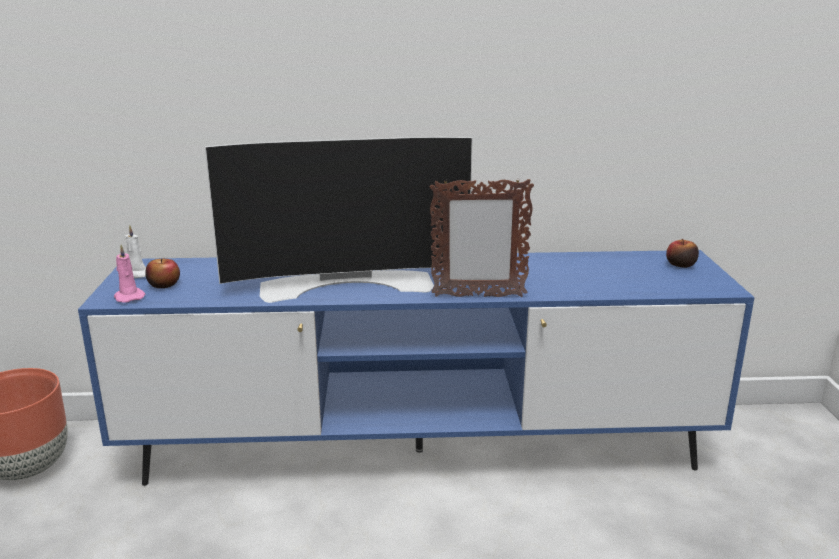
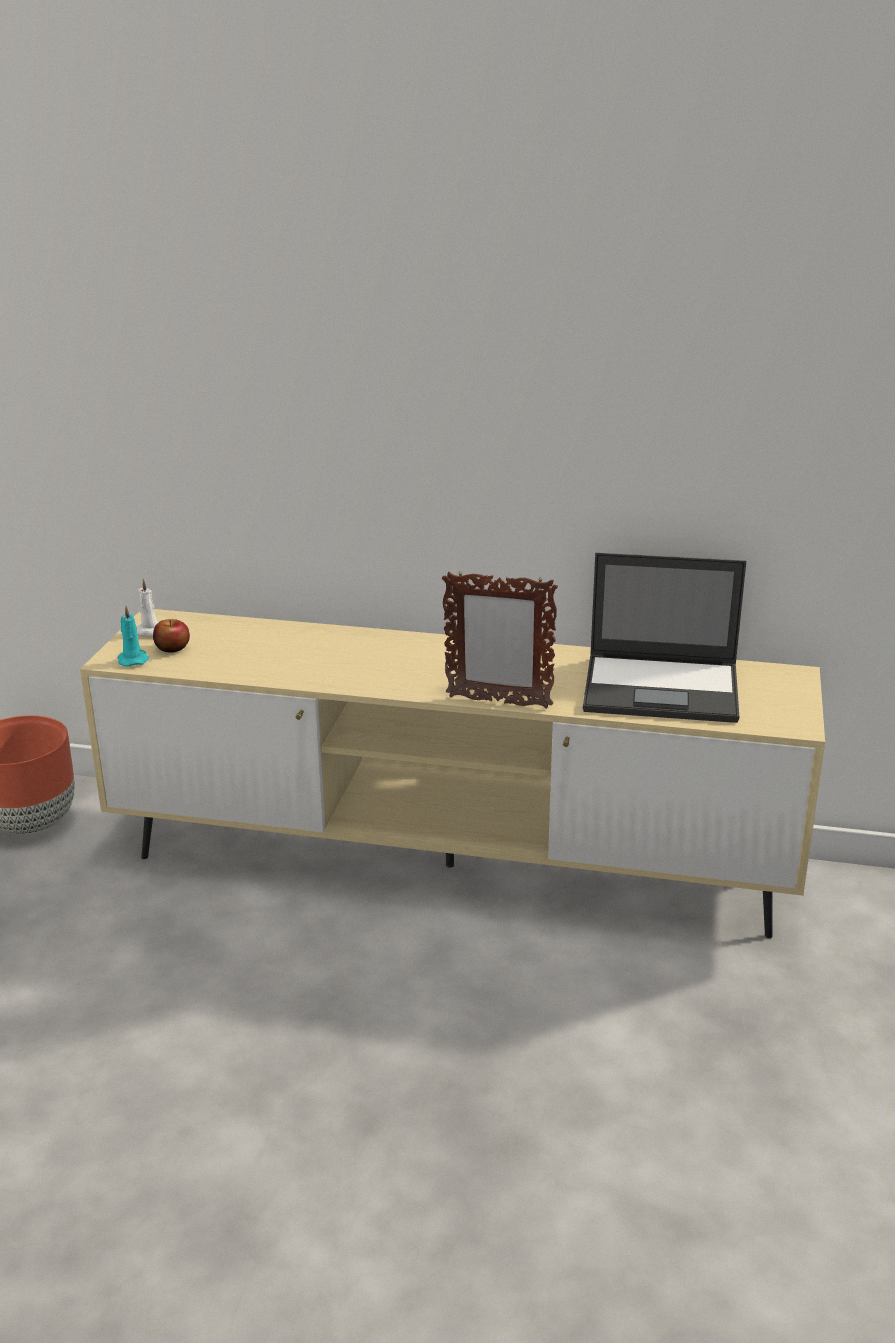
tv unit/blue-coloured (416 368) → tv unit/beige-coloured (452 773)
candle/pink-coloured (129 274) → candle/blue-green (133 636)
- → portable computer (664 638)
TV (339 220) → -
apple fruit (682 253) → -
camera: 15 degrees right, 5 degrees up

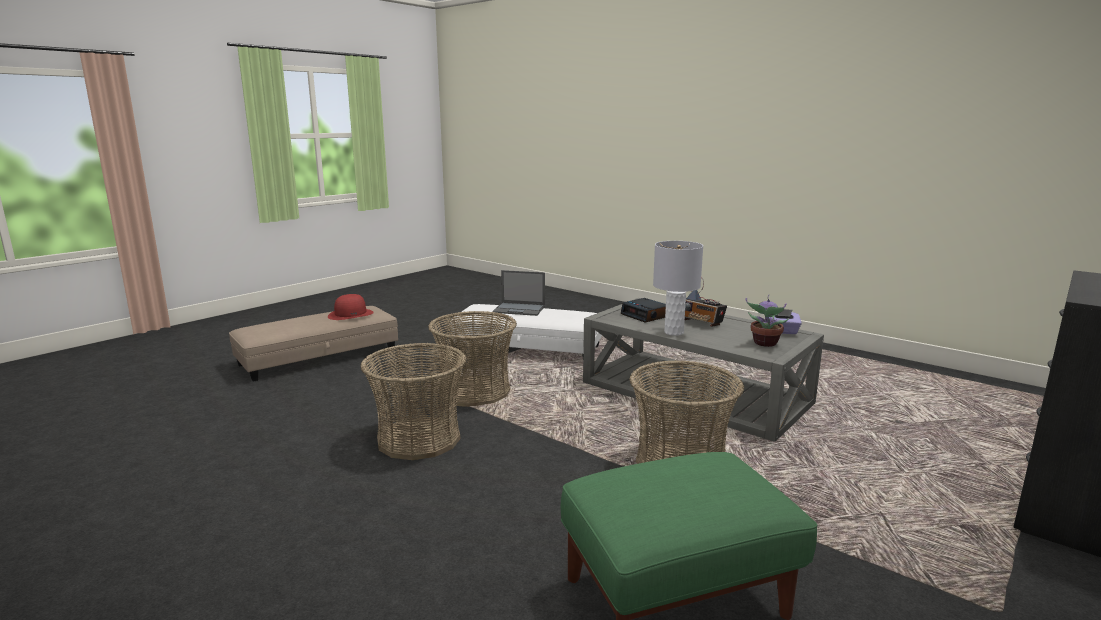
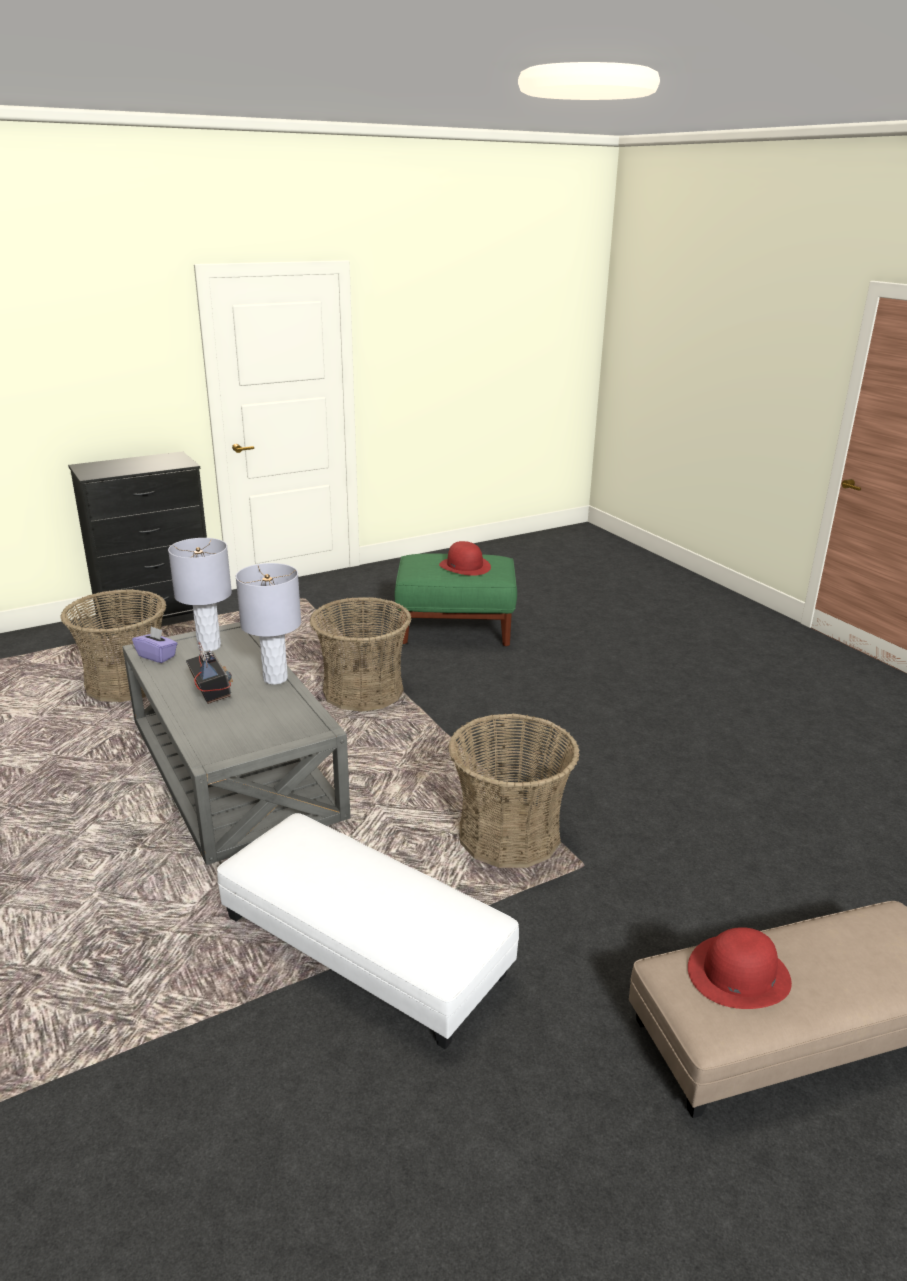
storage basket (413 401) → storage basket (114 645), move
houseplant (767 321) → lamp for a table/gray (200 595)
- → hat/red (465 558)
portable computer (518 293) → -
alarm clock (643 310) → -
camera: 160 degrees left, 10 degrees up

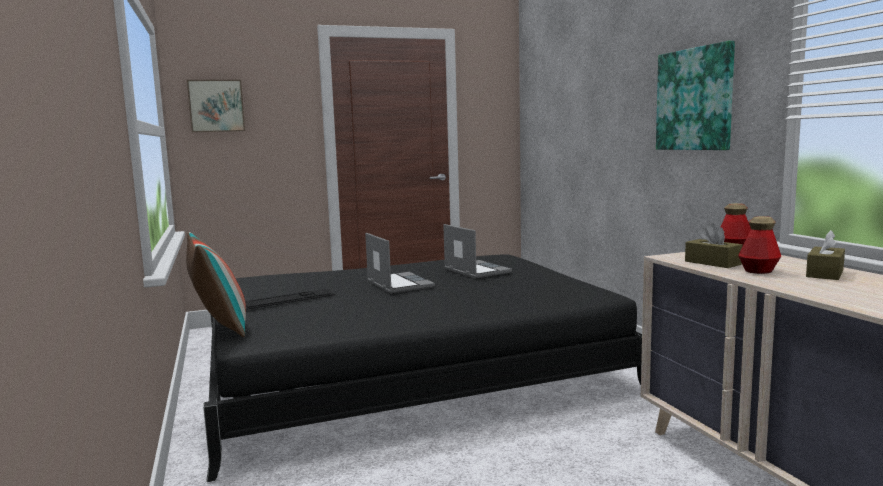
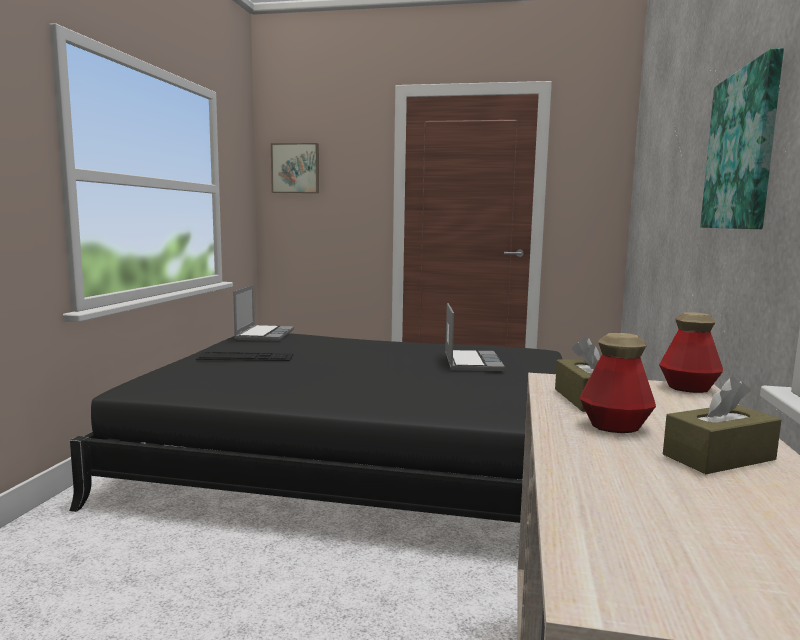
portable computer (400 263) → portable computer (263 313), move
pillow (216 284) → -
camera: 30 degrees right, 0 degrees up

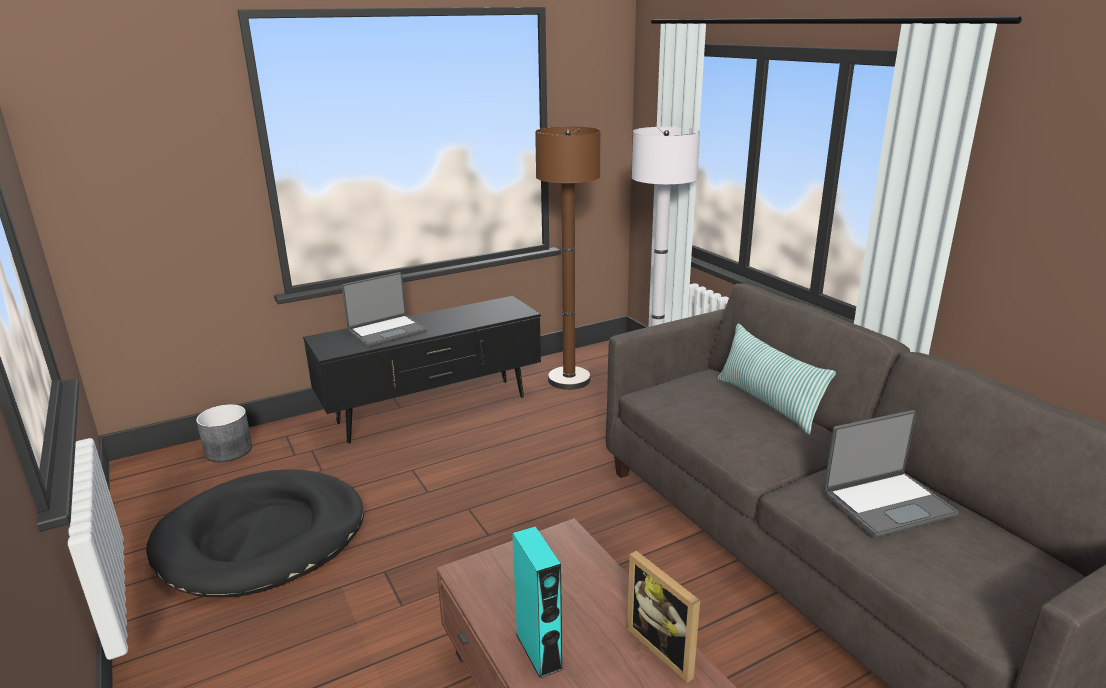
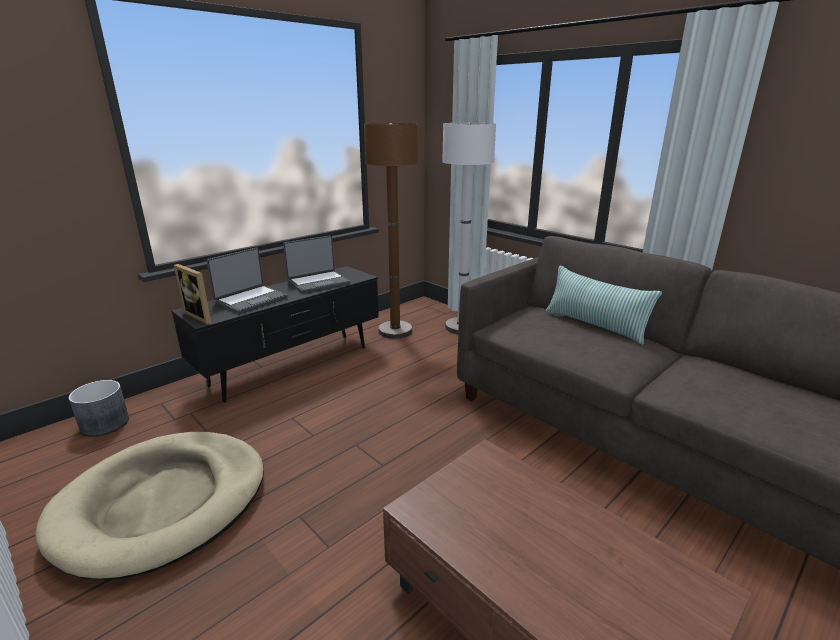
dog cushion/black-coloured (255 533) → dog cushion/beige-coloured (149 506)
standing frame (663 617) → standing frame (192 294), move
portable computer (891 474) → portable computer (316 264), move
audio speaker/blue-green (537 602) → -
camera: 15 degrees left, 0 degrees up

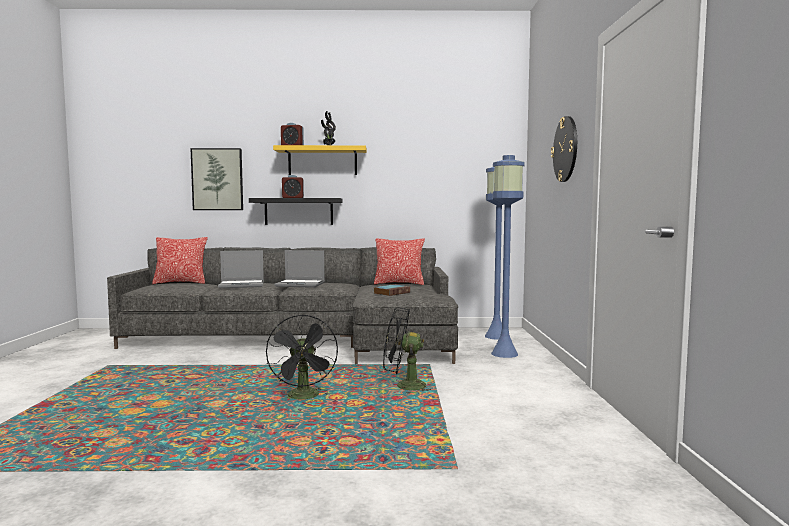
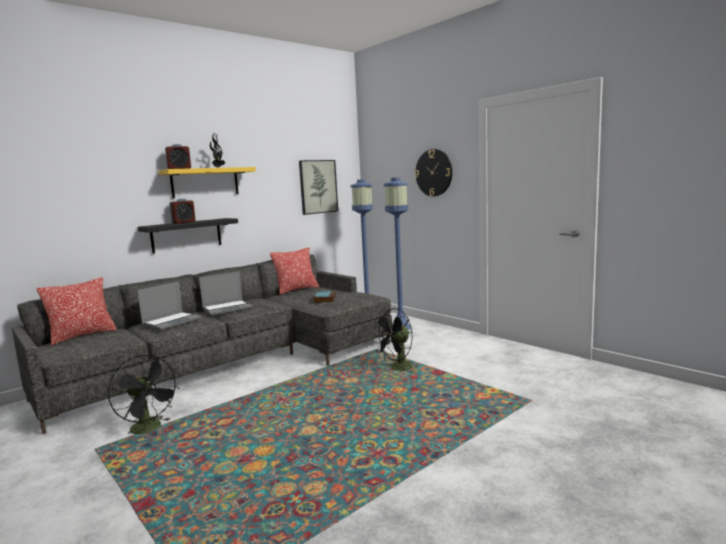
electric fan/black-coloured (302 357) → electric fan/black-coloured (144 394), move
picture (216 179) → picture (318 187), move
camera: 40 degrees left, 5 degrees up

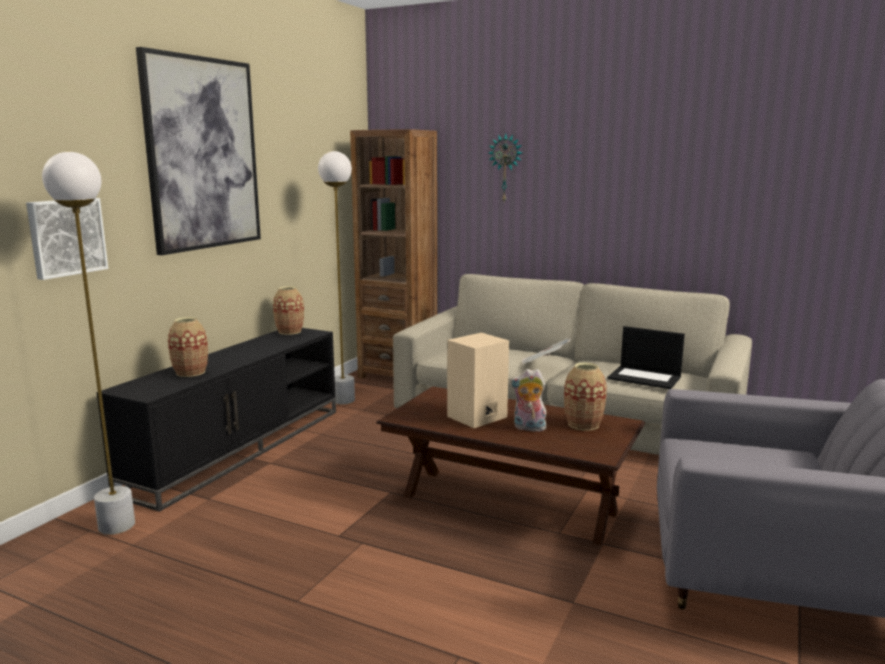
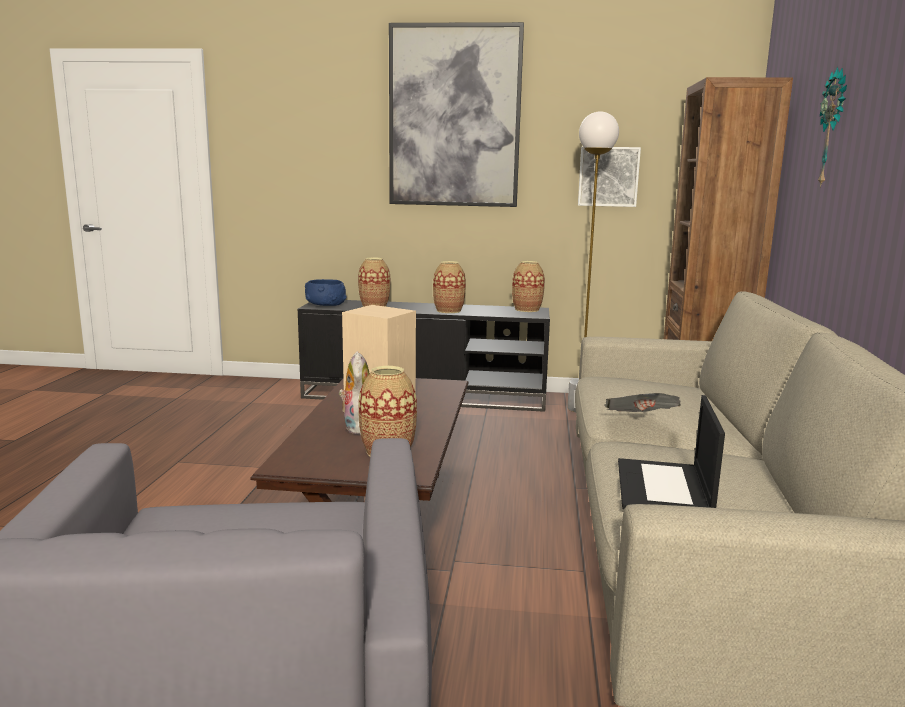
- → serving bowl/blue-coloured (326 292)
- → decorative vase (449 287)
picture (67 239) → picture (609 176), move
floor lamp/white-coloured (88 343) → -
camera: 70 degrees right, 0 degrees up

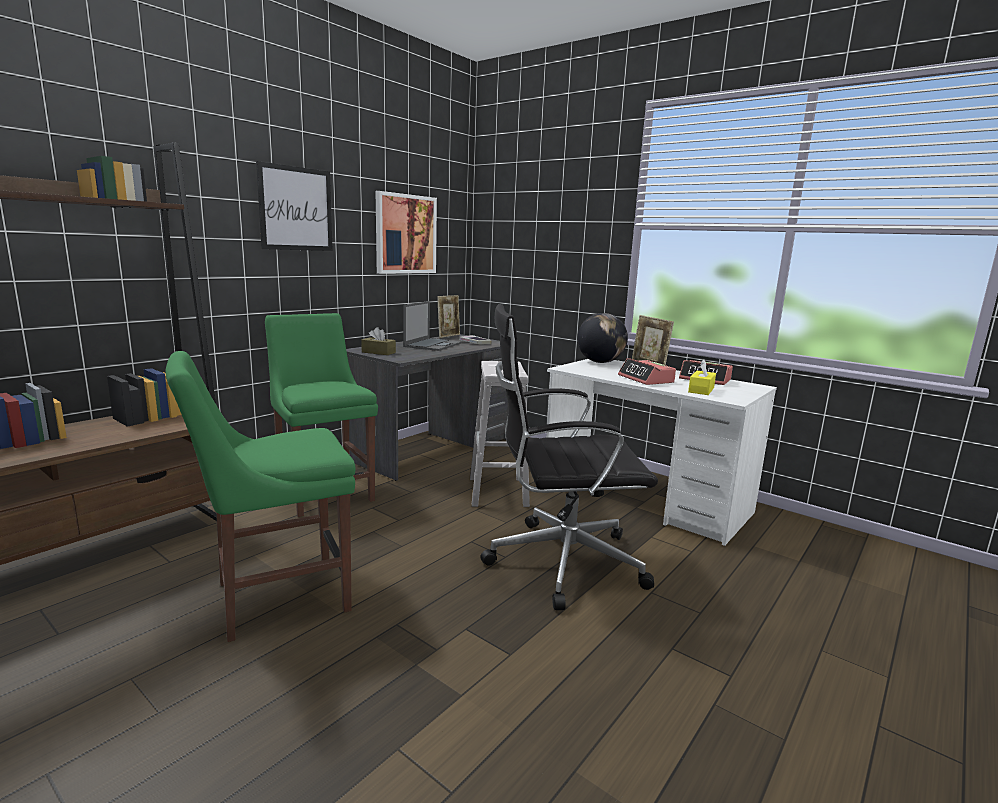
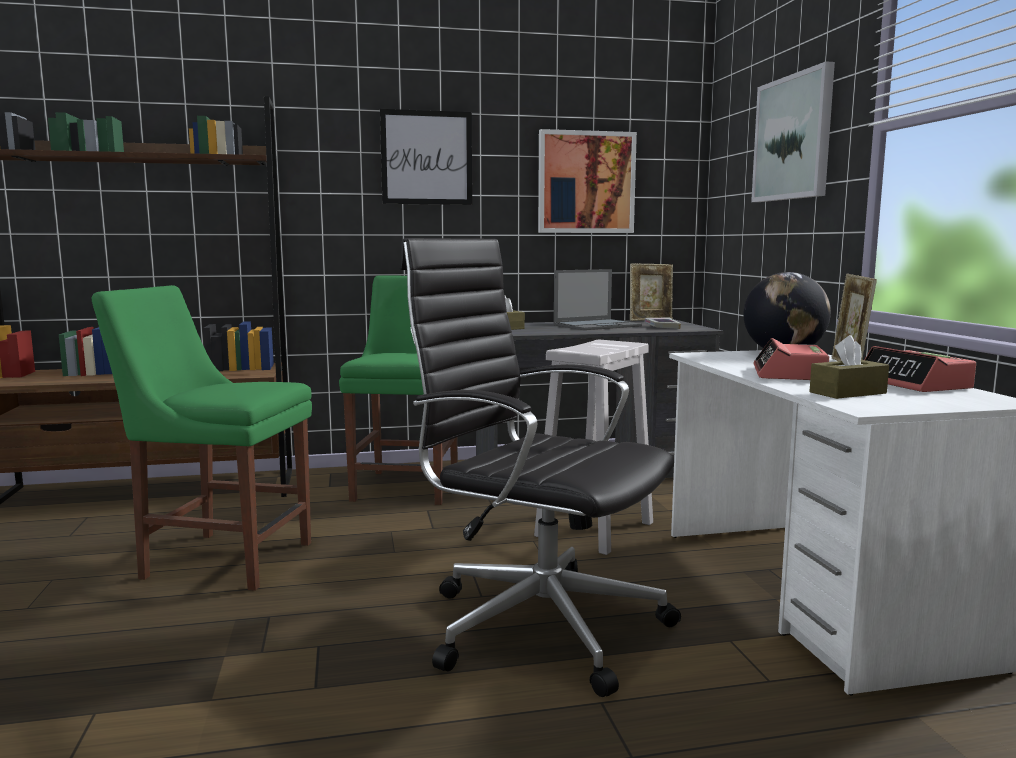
- → picture (793 131)
tissue box/yellowish (702 377) → tissue box/brownish (849 367)
camera: 40 degrees right, 5 degrees down

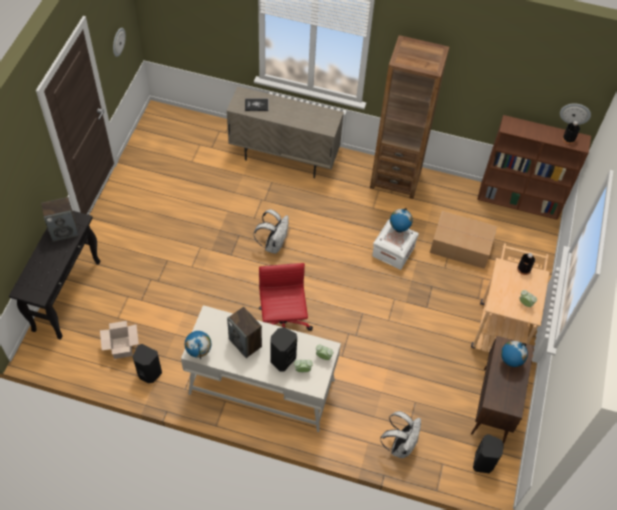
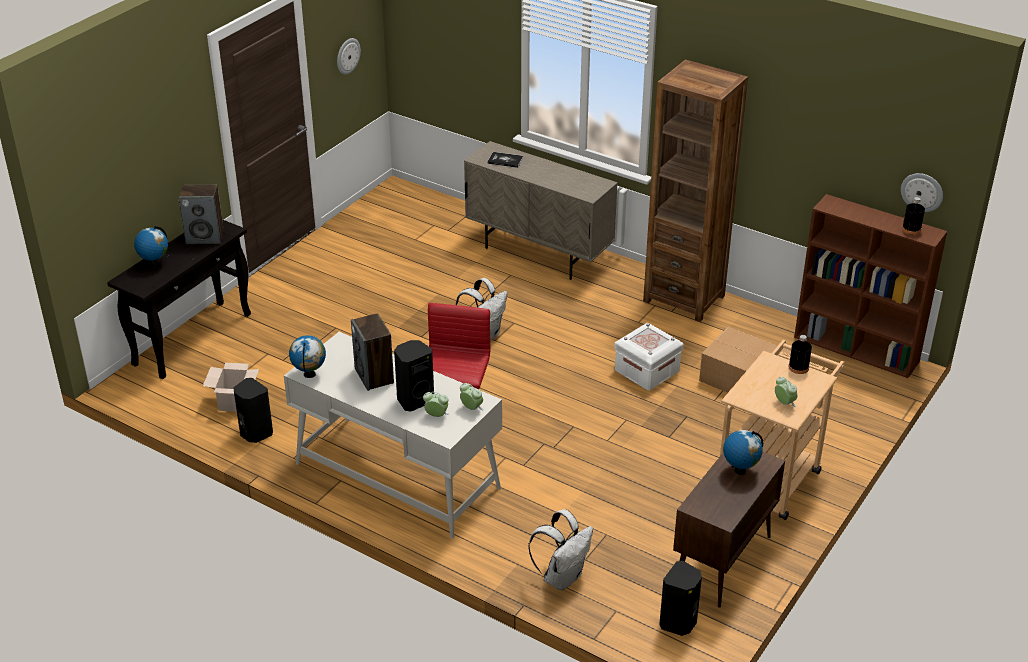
world globe (401 220) → world globe (151 246), move
camera: 20 degrees right, 20 degrees down

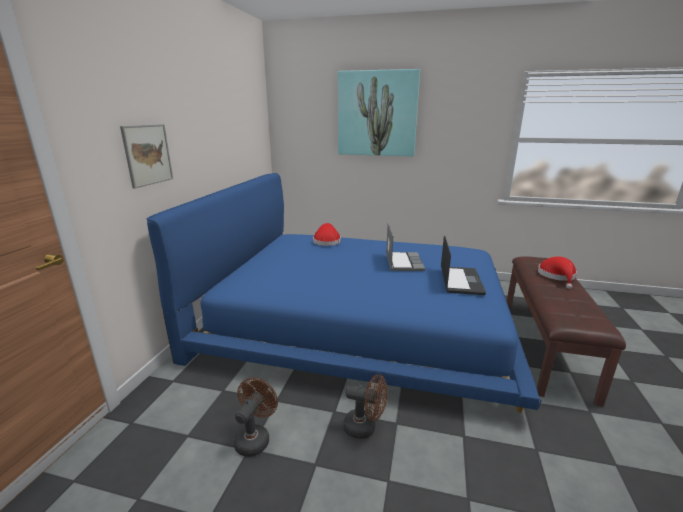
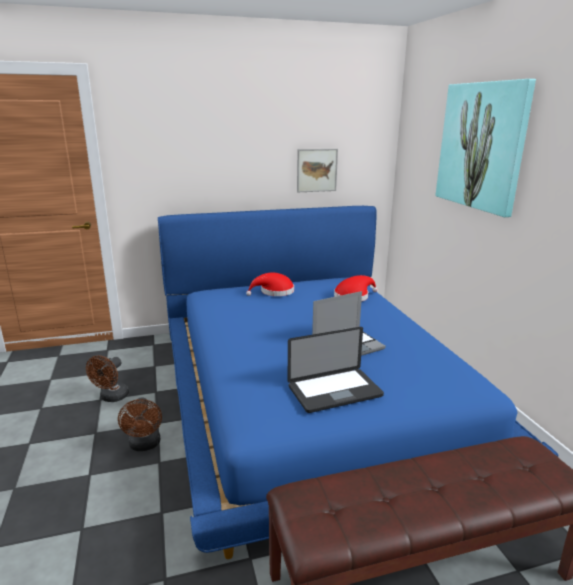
electric fan/brownish (256 417) → electric fan/brownish (107 378), 120 degrees clockwise
hat/red (557 273) → hat/red (270 284), move
picture (146 156) → picture (317 170), move
camera: 60 degrees right, 0 degrees up

